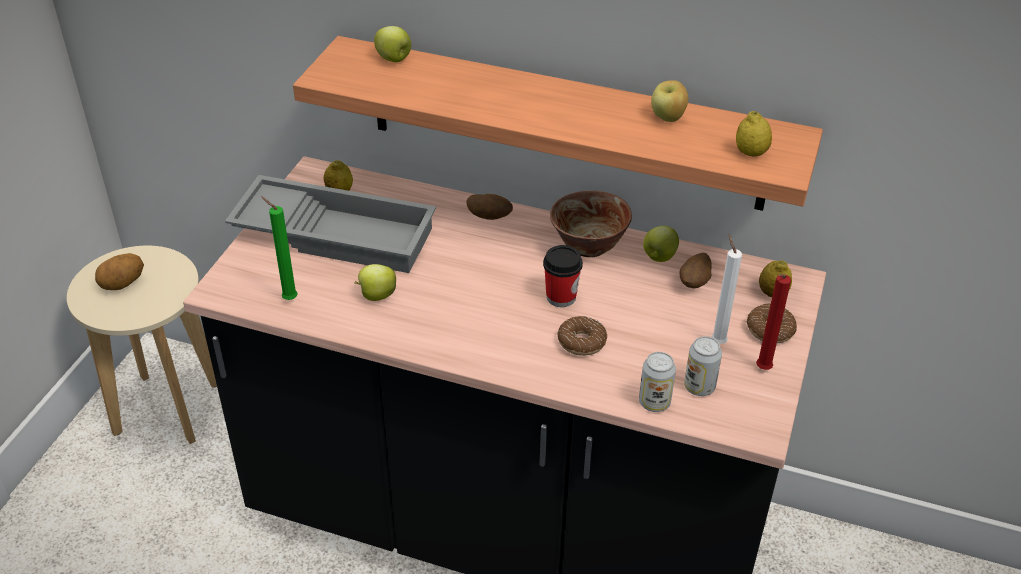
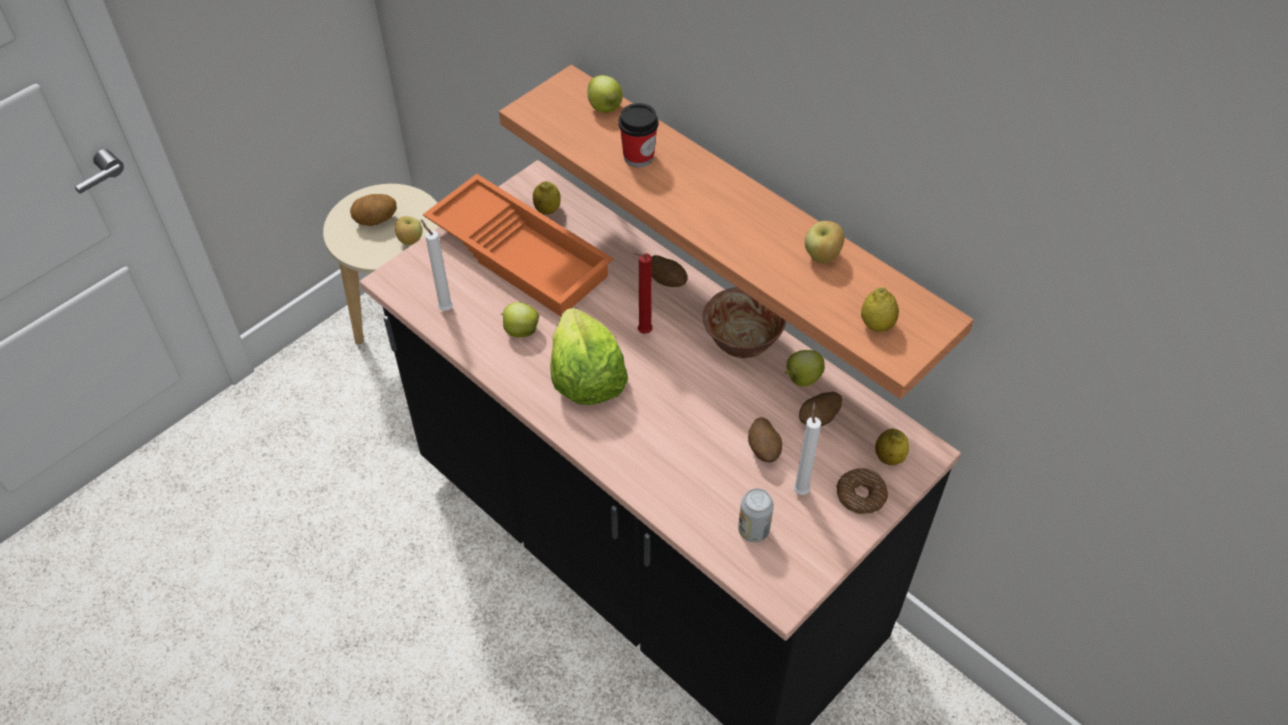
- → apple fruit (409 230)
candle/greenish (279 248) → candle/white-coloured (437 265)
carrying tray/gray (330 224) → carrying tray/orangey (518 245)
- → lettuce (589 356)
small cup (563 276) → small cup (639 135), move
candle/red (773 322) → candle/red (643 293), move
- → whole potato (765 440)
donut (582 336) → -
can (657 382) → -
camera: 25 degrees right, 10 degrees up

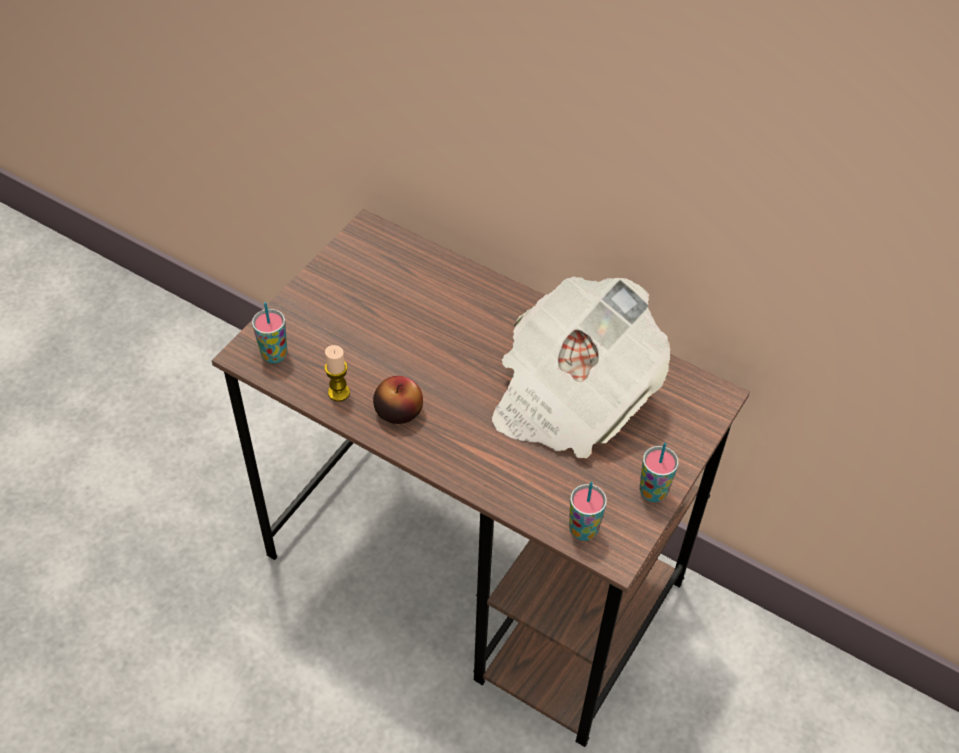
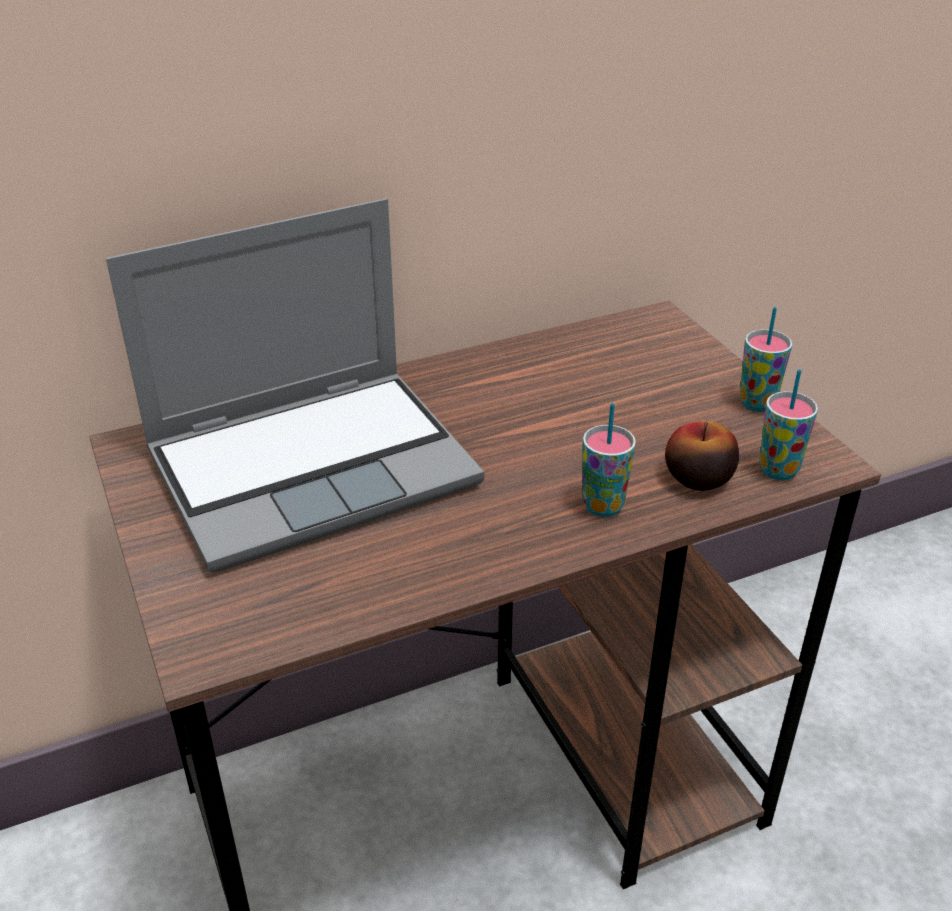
- → portable computer (295 385)
small cup (269 332) → small cup (609 460), move
apple fruit (398 400) → apple fruit (702 456), move
candle (337 373) → -
newspaper (581 367) → -
camera: 55 degrees left, 15 degrees down

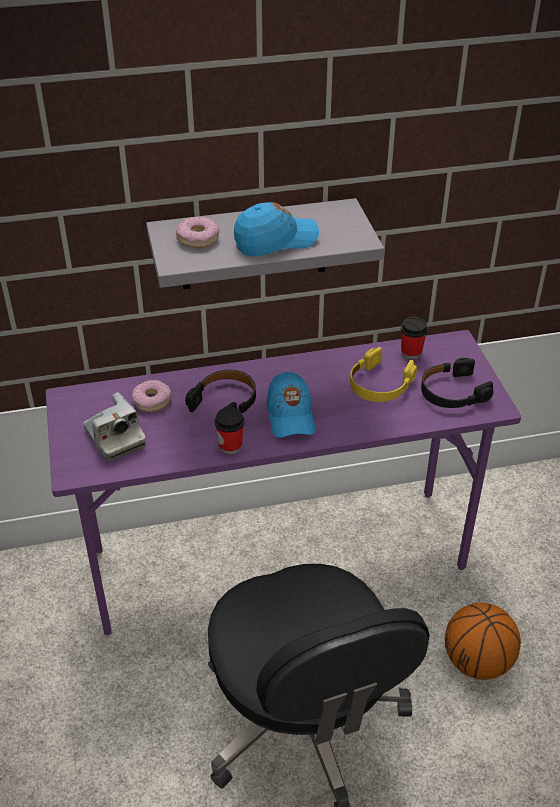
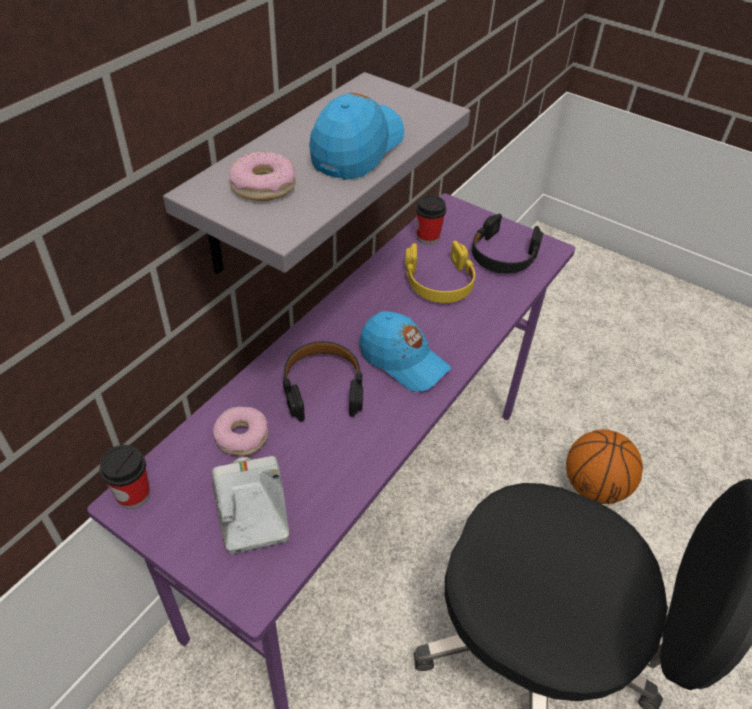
small cup (230 430) → small cup (124 477), move
still camera (114 427) → still camera (250 505), 120 degrees counterclockwise
camera: 45 degrees left, 5 degrees up

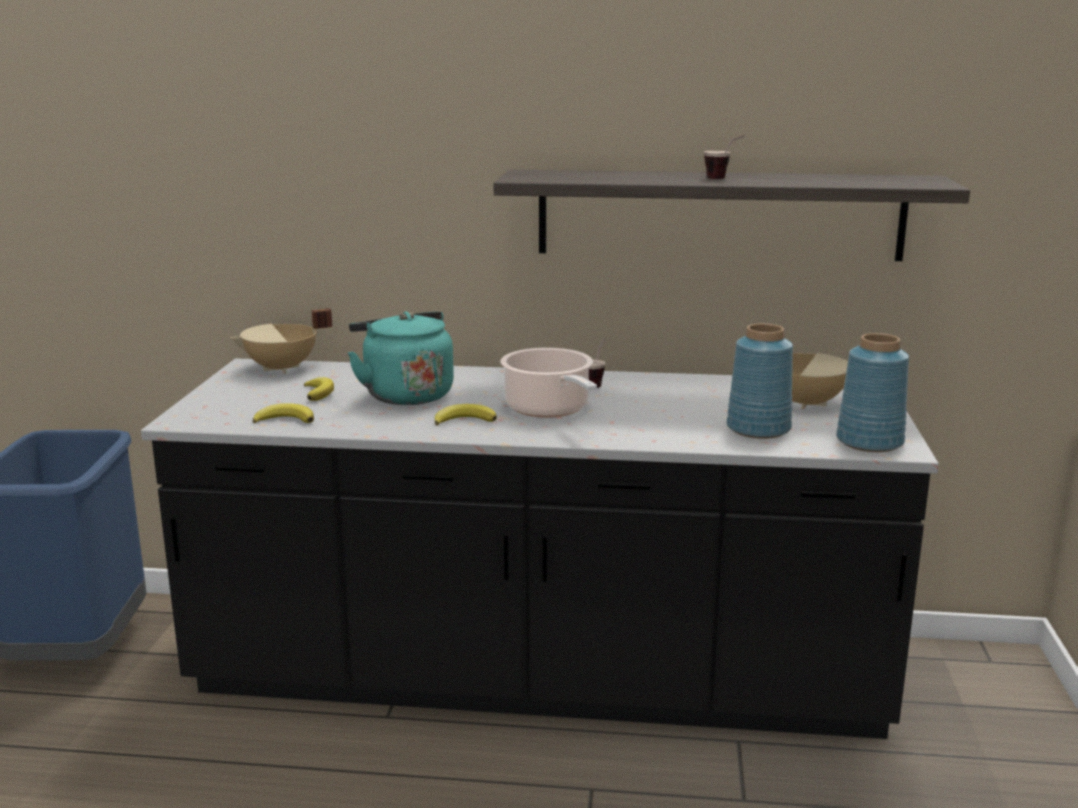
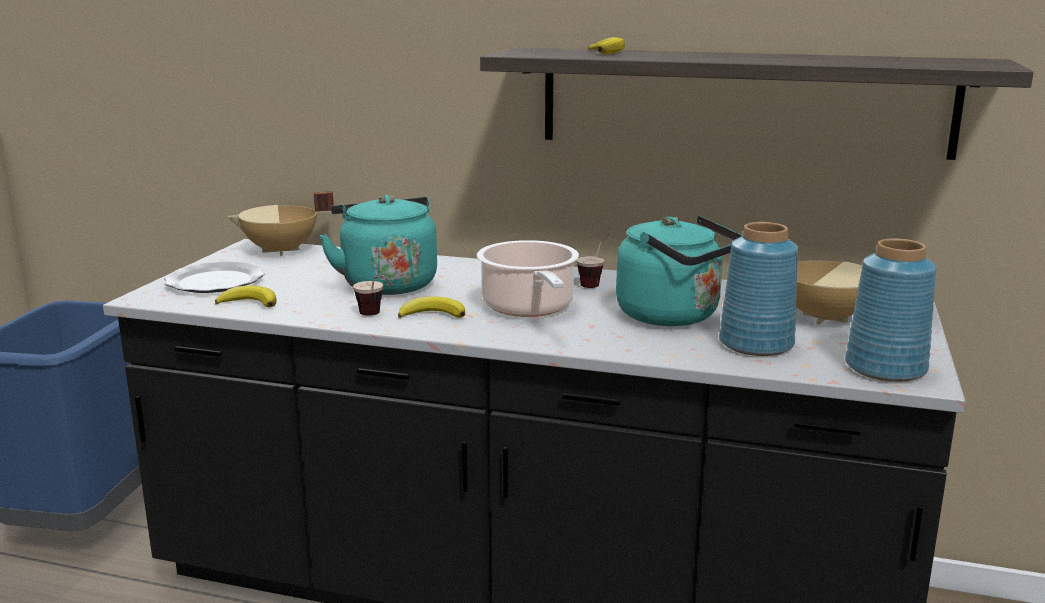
- → plate (214 277)
small cup (724 157) → small cup (368 296), move
whole banana (319 389) → whole banana (606 45), move
- → kettle/blue-green (679 270)
camera: 10 degrees right, 0 degrees up

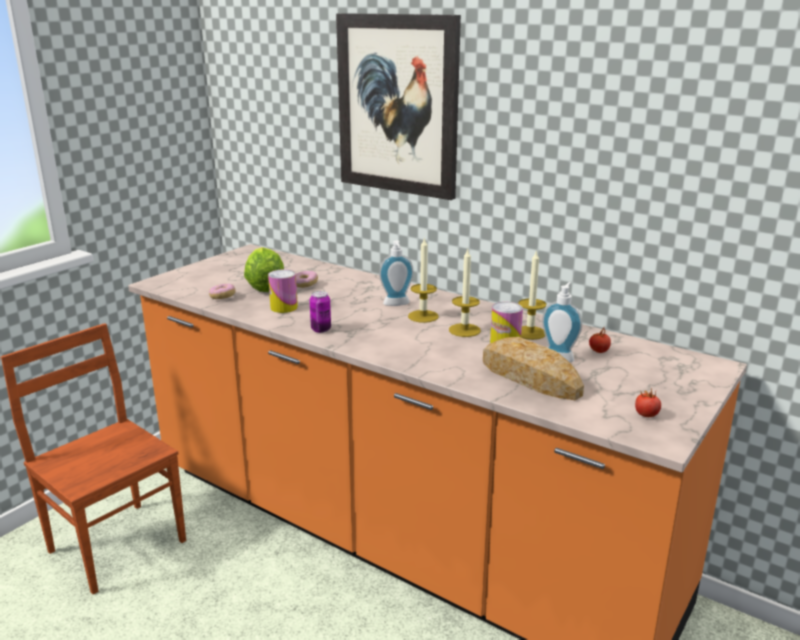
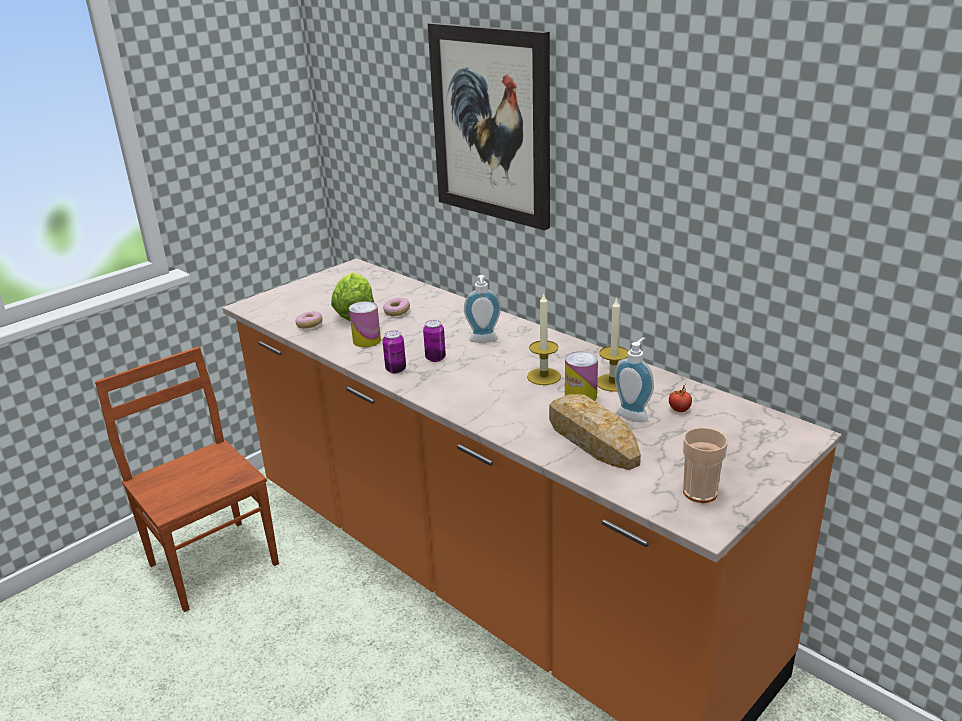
- → can (434 341)
fresh tomato (648 402) → small cup (705 465)
candle (423 280) → -
camera: 10 degrees right, 5 degrees up

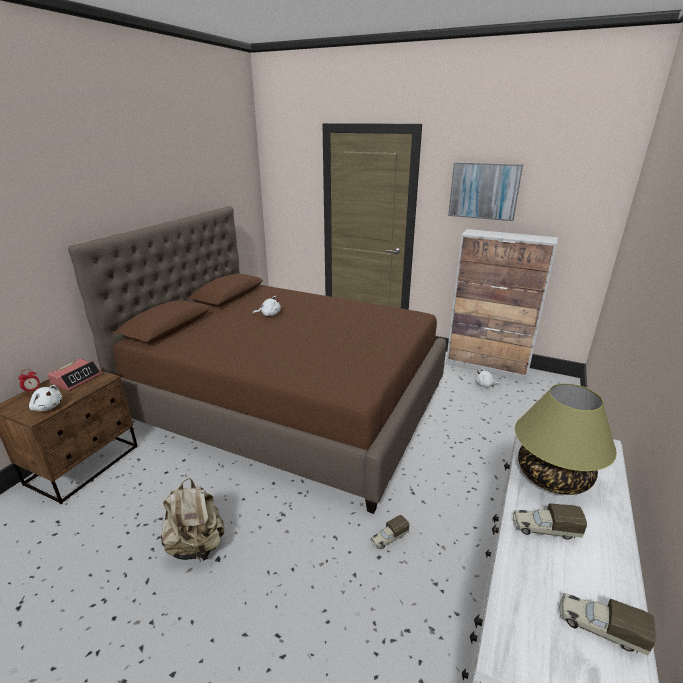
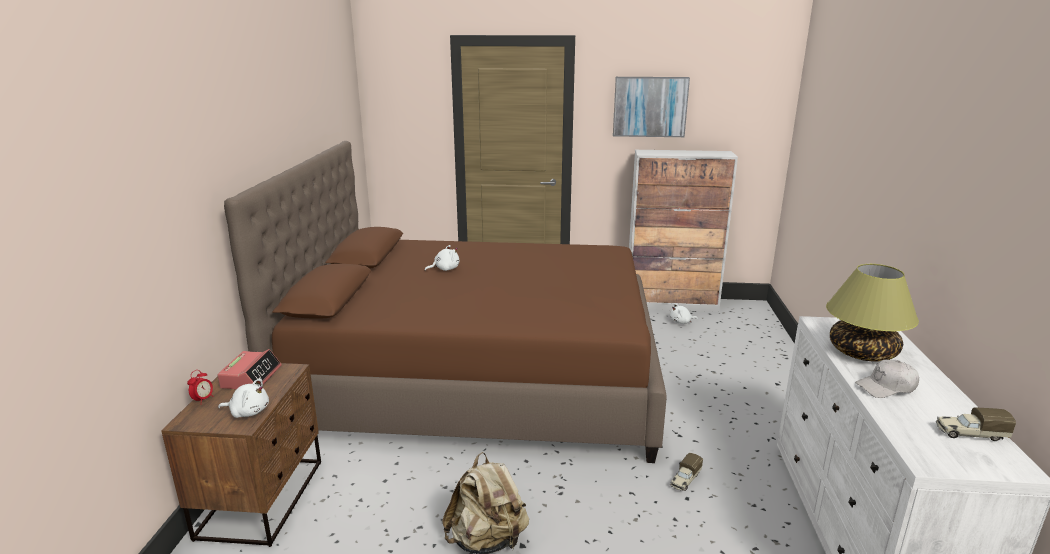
toy lorry (550 521) → baseball cap/white-coloured (887 379)
camera: 20 degrees left, 5 degrees down

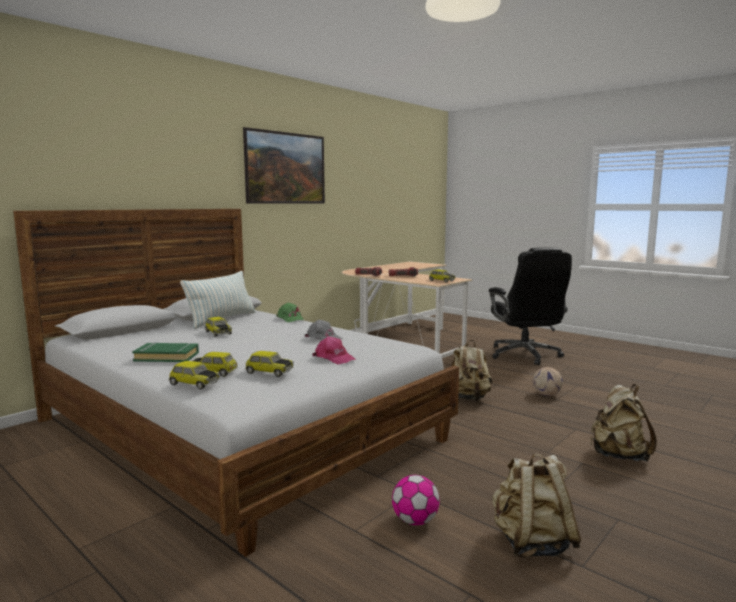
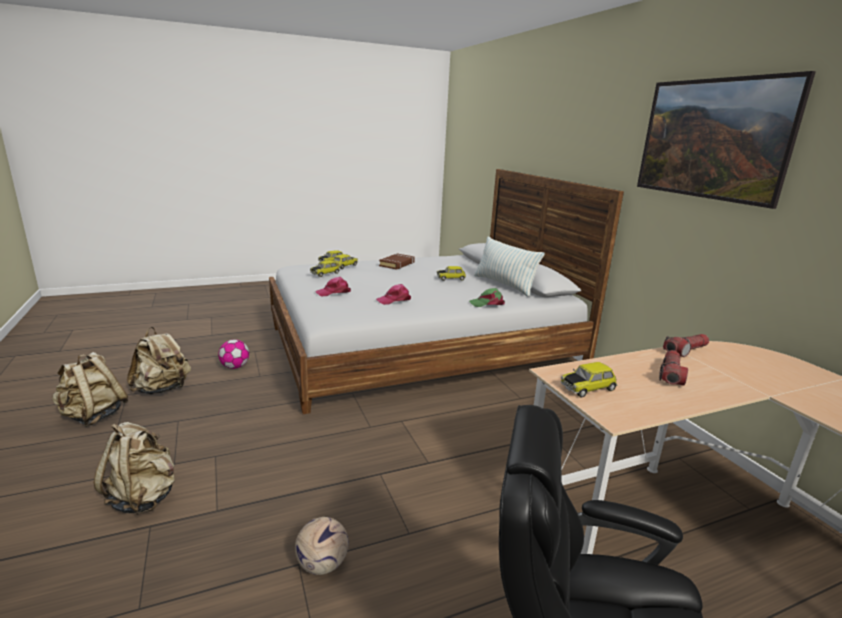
rucksack/beige-coloured (472 370) → rucksack/beige-coloured (90 389), move
baseball cap/gray (323 330) → baseball cap/pink-coloured (393 294)
bound book/greenish (165 352) → bound book/brownish (397 262)
camera: 115 degrees right, 10 degrees up

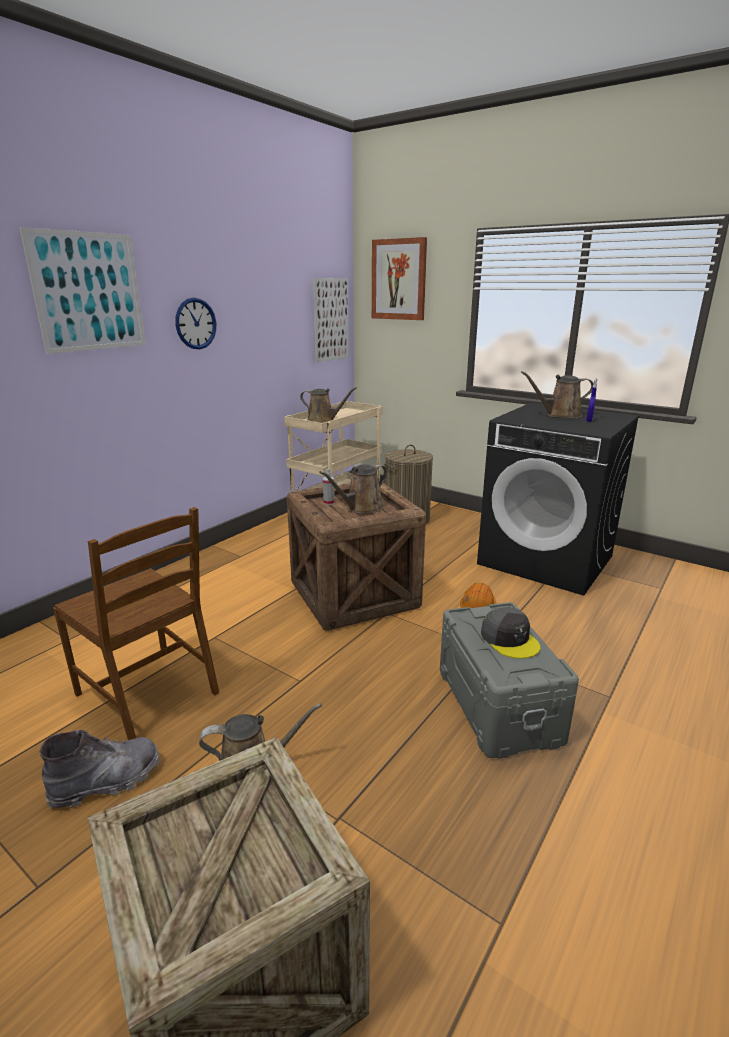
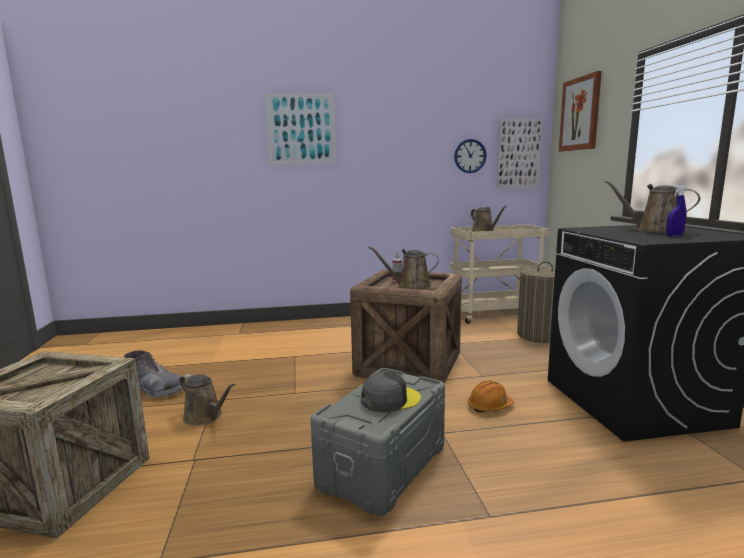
baseball cap/gray (510 633) → baseball cap/gray (391 392), 135 degrees counterclockwise
wall clock (195 323) → wall clock (470 156), move
chair/brownish (136 623) → -
camera: 45 degrees right, 10 degrees down

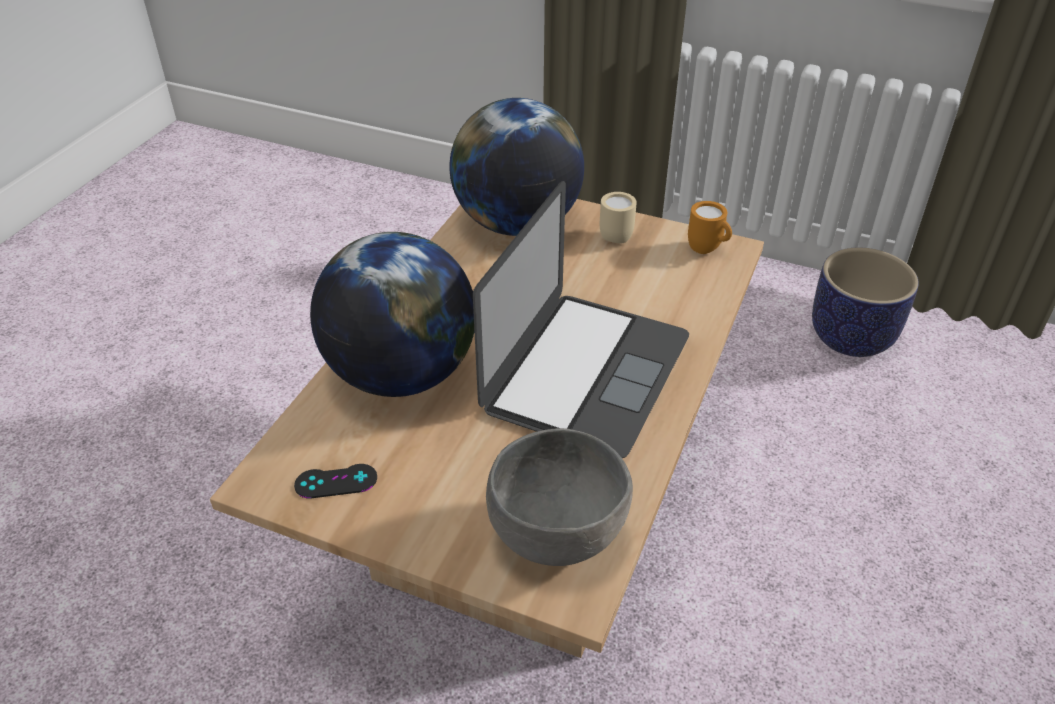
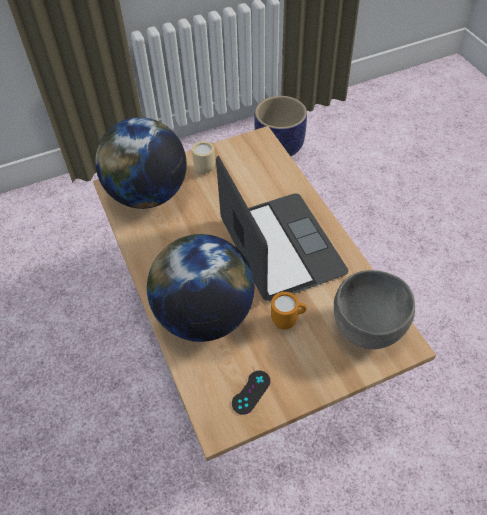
tea mug/orangey (710 227) → tea mug/orangey (289 310), move
camera: 45 degrees left, 10 degrees up

